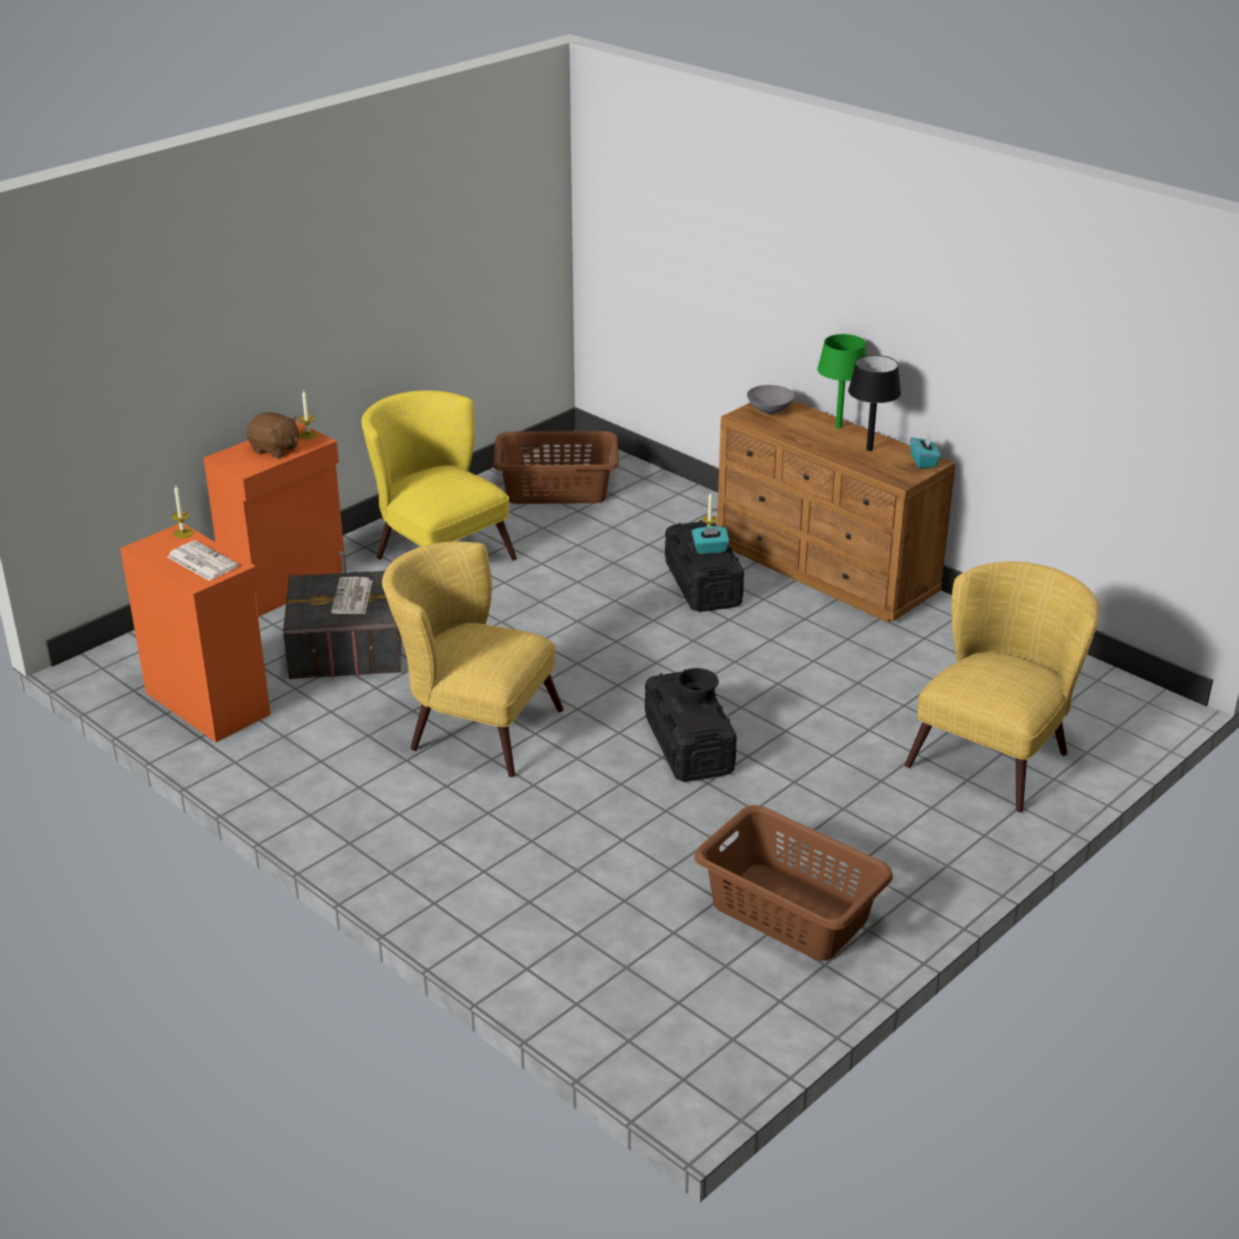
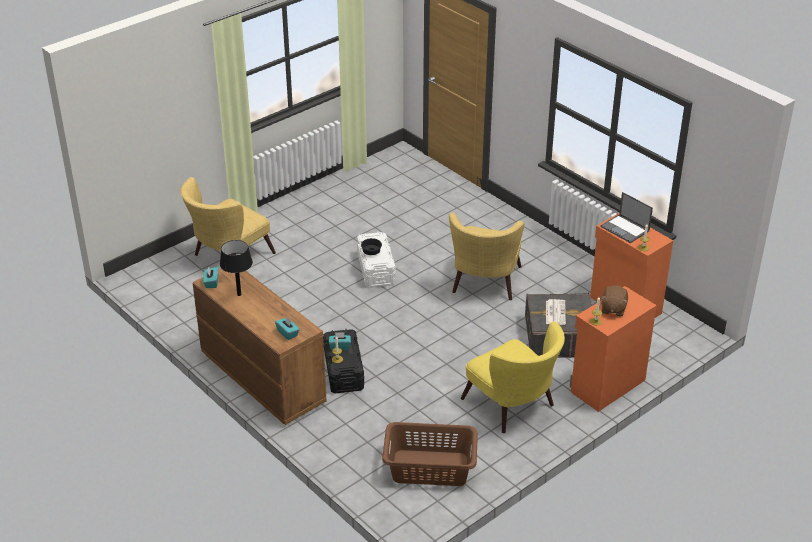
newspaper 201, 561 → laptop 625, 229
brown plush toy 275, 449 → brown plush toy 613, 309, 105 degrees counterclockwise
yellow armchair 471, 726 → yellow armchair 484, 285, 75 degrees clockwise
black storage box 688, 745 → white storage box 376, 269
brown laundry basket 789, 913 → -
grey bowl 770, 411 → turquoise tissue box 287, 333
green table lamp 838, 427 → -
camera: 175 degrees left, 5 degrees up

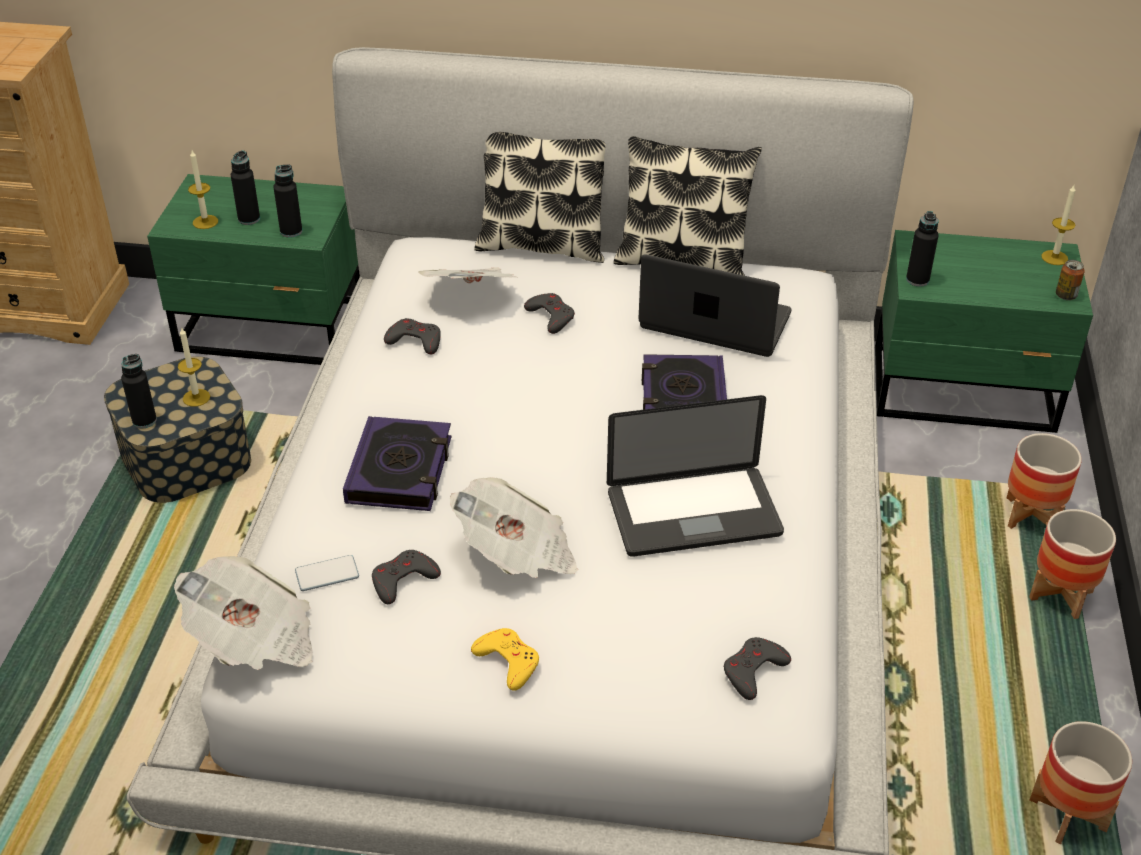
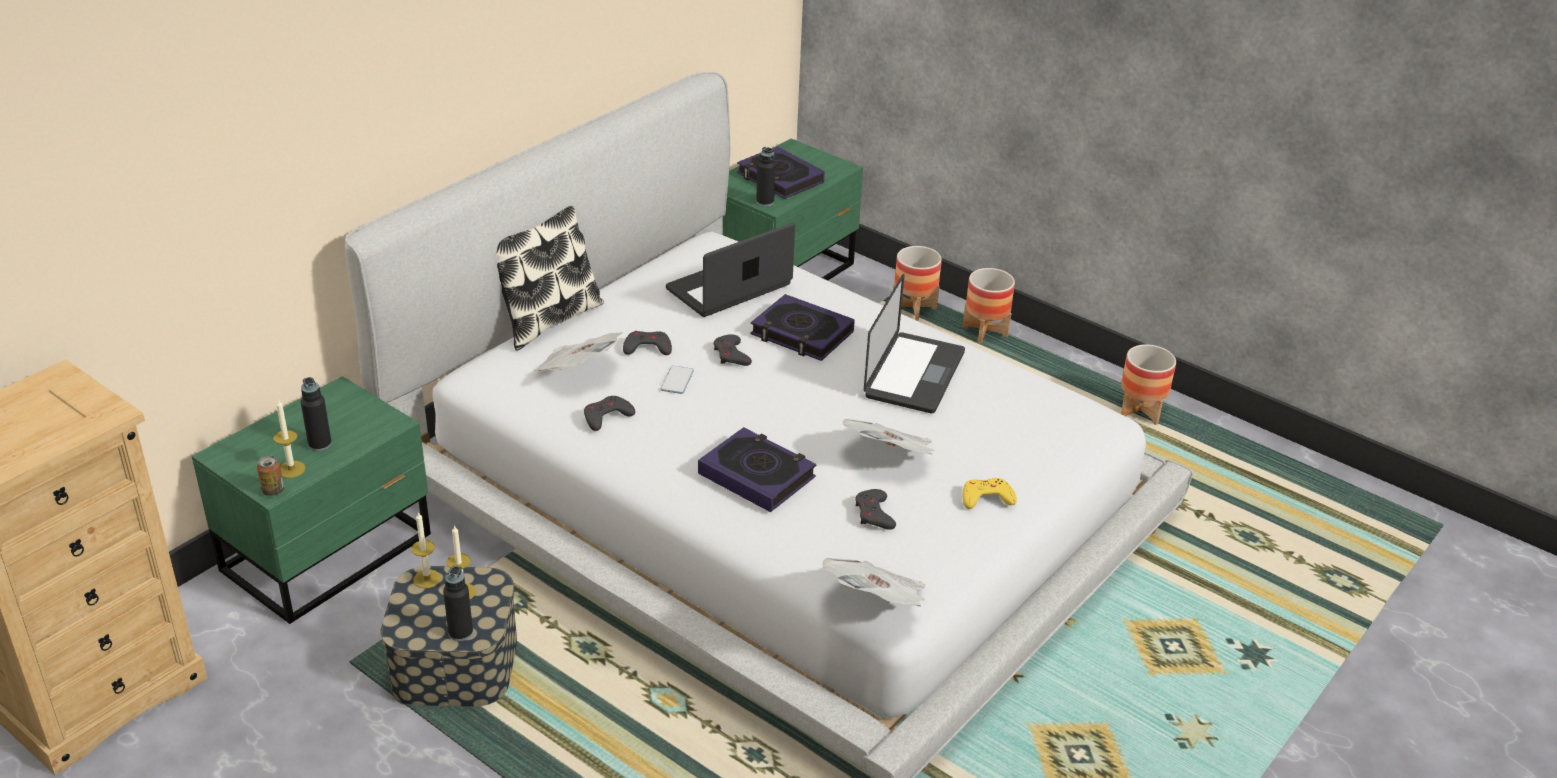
black bottle 291, 231 → -
phone 327, 574 → phone 677, 381, relocated
pillow 682, 261 → -
grey game controller 753, 671 → grey game controller 731, 355, relocated
candle 1054, 257 → candle 427, 579, relocated
can 1066, 295 → can 273, 490, relocated
- → book 780, 178
camera: 60 degrees left, 5 degrees down

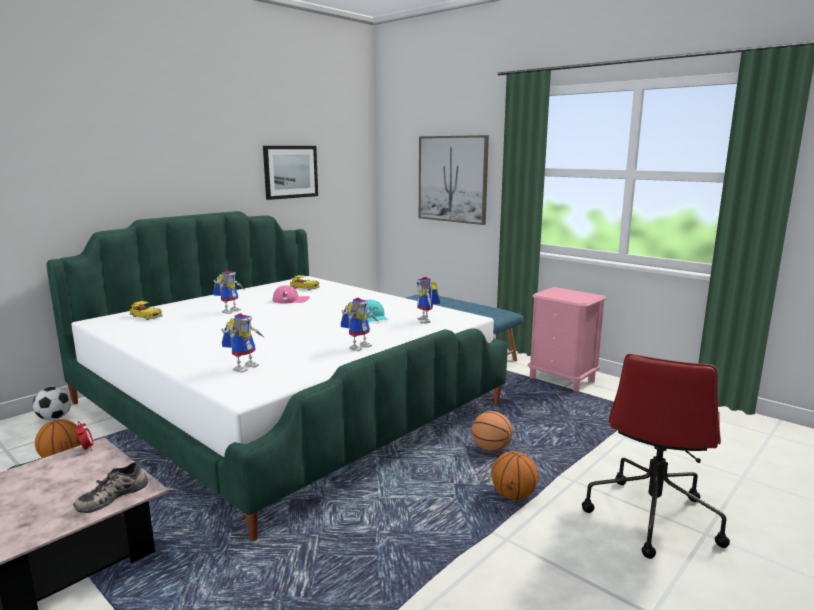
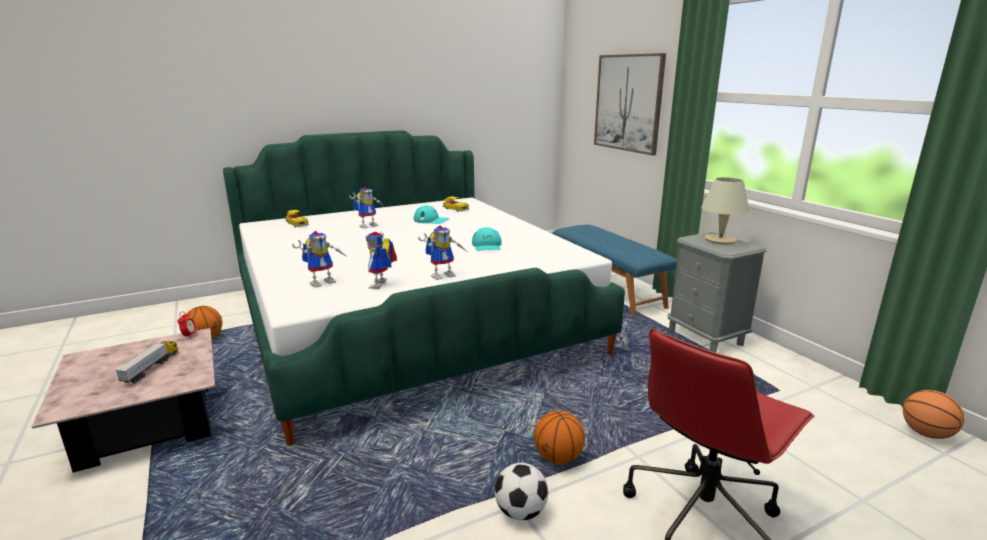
football 54, 418 → football 521, 512, relocated
shoe 112, 495 → -
picture 290, 172 → -
pink cap 291, 300 → turquoise cap 431, 220
toy robot 427, 321 → toy robot 381, 285, relocated
basketball 491, 449 → basketball 926, 434, relocated
pink nightstand 562, 379 → grey nightstand 705, 337
- → toy truck 151, 368
- → beige table lamp 720, 240
camera: 20 degrees right, 5 degrees up

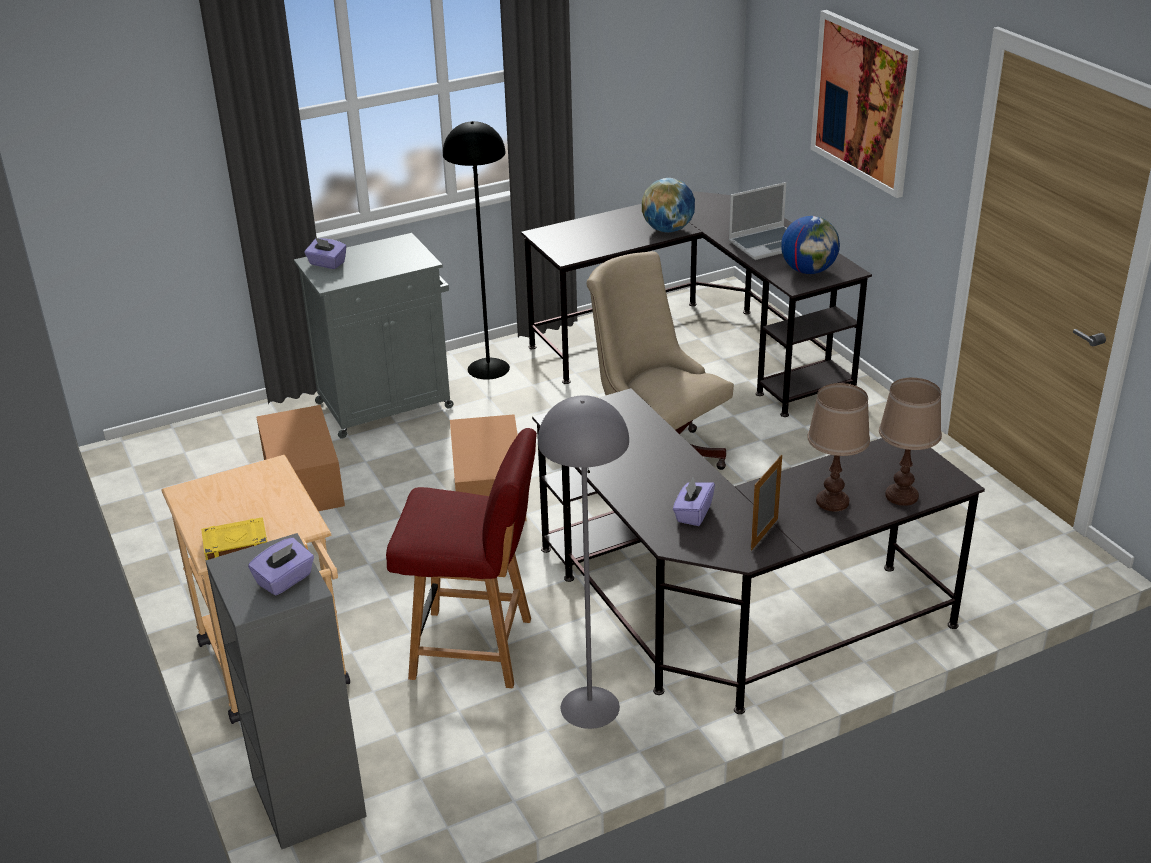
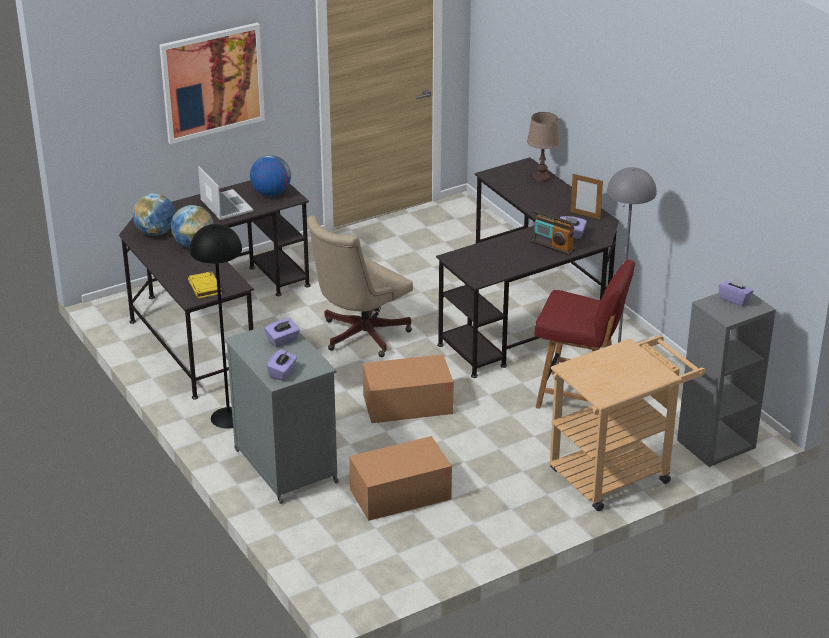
yellow book 235, 544 → yellow book 205, 288, relocated
red chair 475, 649 → red chair 578, 396, 105 degrees clockwise
brown table lamp 832, 501 → -
- → globe 156, 233
- → purple tissue box 282, 340
- → radio 553, 246
camera: 95 degrees left, 0 degrees up

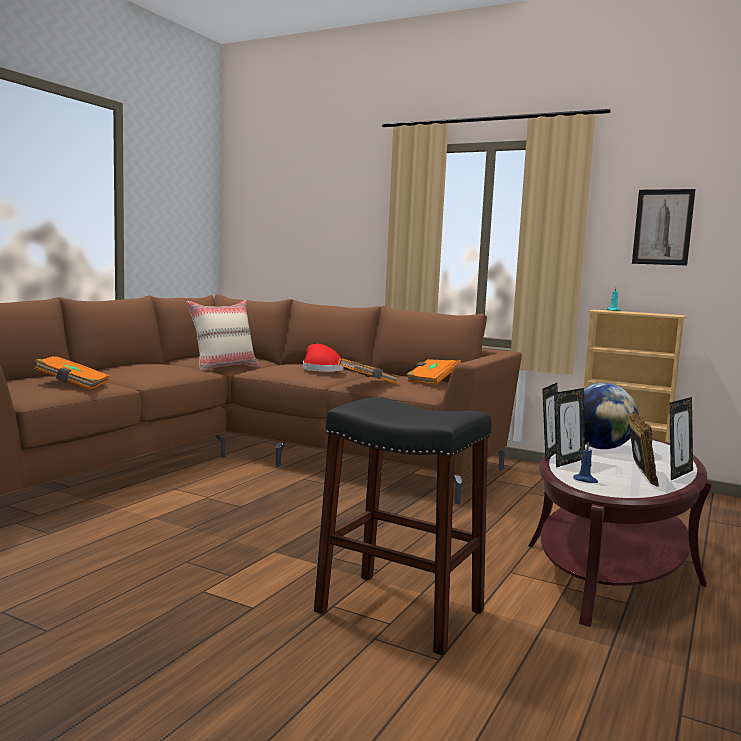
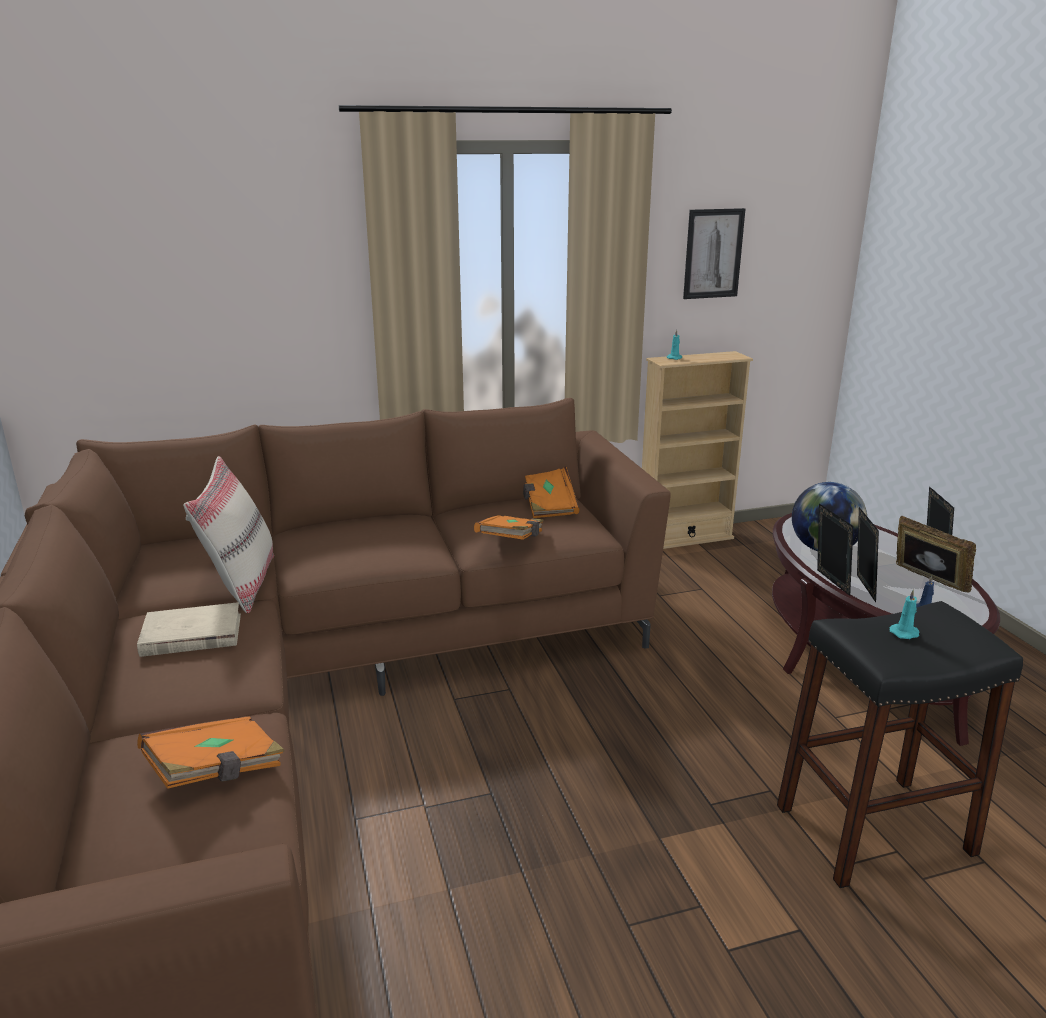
red hat 320, 369 → -
- → beige book 191, 635
- → turquoise candle 905, 633
camera: 45 degrees left, 15 degrees up

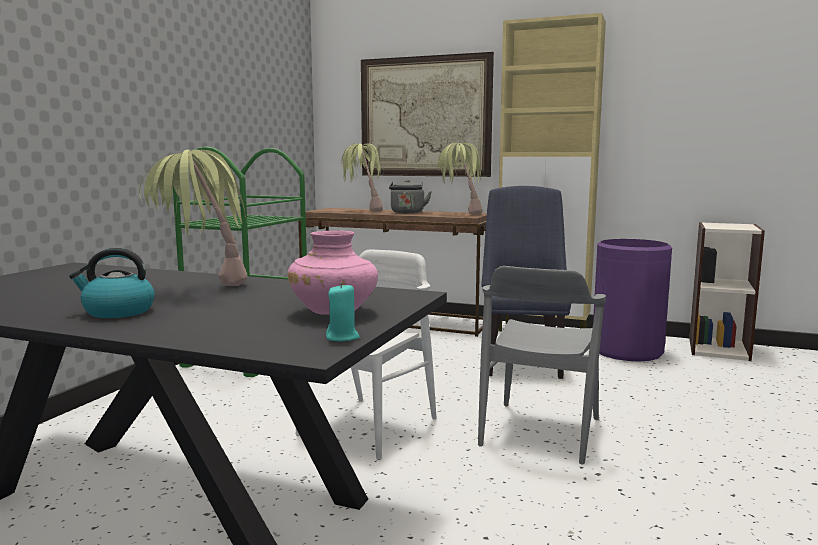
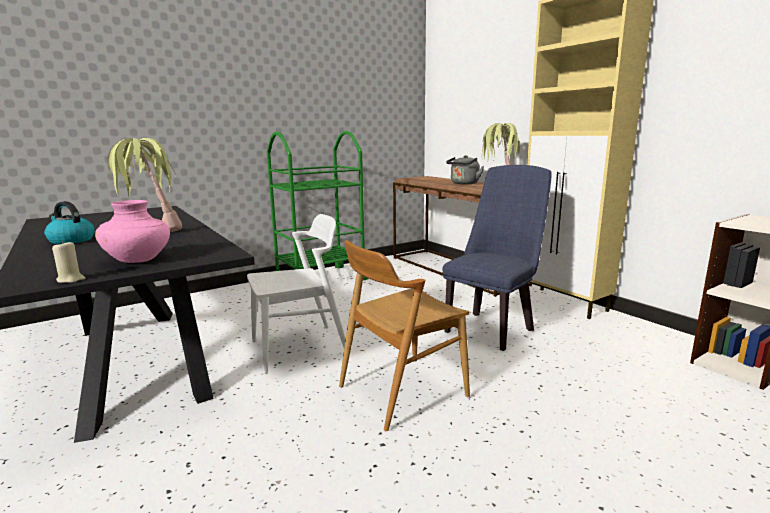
turquoise candle 342, 337 → beige candle 71, 279
potted plant 362, 211 → -
picture 424, 117 → -
grey chair 539, 432 → brown chair 401, 391
purple trash can 627, 351 → -
camera: 35 degrees right, 5 degrees up

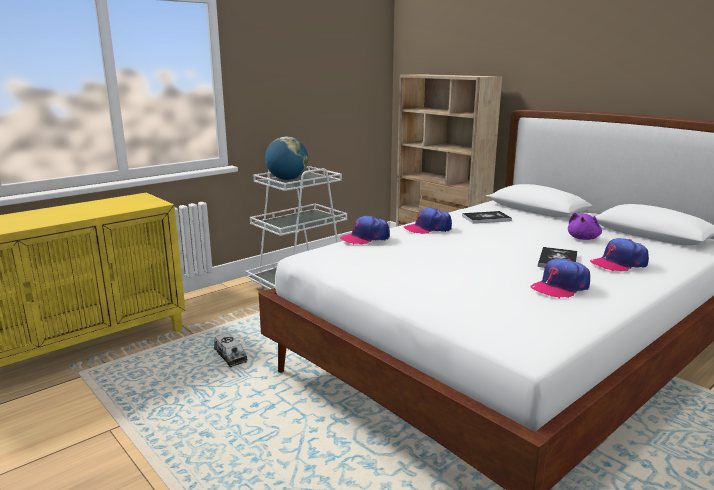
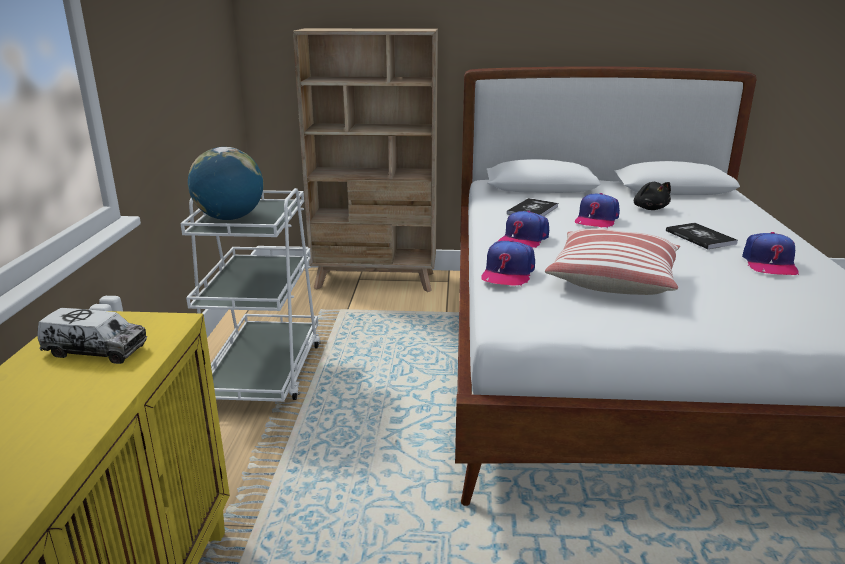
toy truck 230, 357 → toy truck 96, 350, relocated
purple plush toy 583, 238 → black plush toy 650, 208
cap 619, 263 → cap 596, 219, relocated
- → pillow 612, 279
camera: 45 degrees left, 5 degrees up

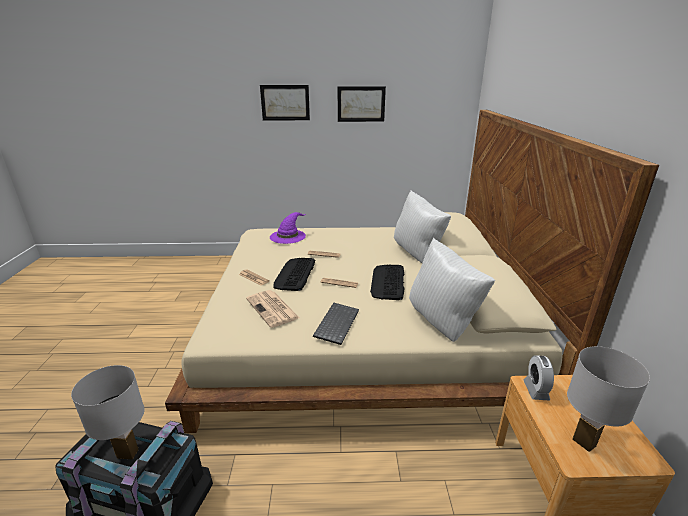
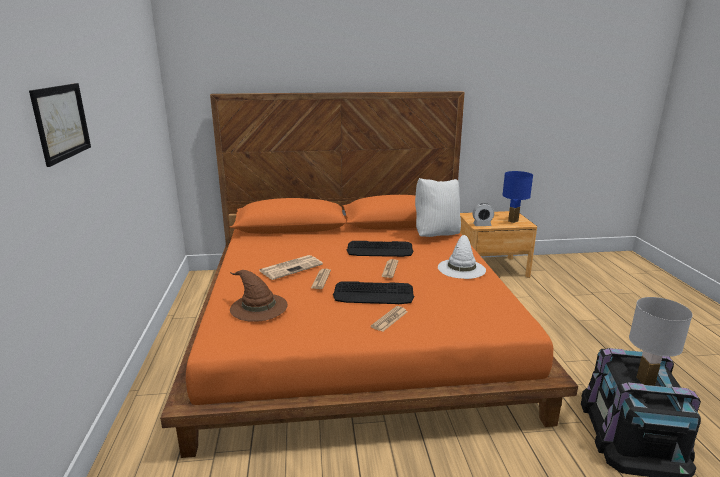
beige bed 361, 329 → orange bed 355, 329
newspaper 273, 309 → newspaper 291, 267, relocated
purple hat 288, 236 → brown hat 258, 307
keyboard 336, 323 → white hat 461, 268
picture 361, 104 → -
white pillow 417, 253 → -
white table lamp 583, 442 → blue table lamp 513, 221
camera: 95 degrees left, 5 degrees down

